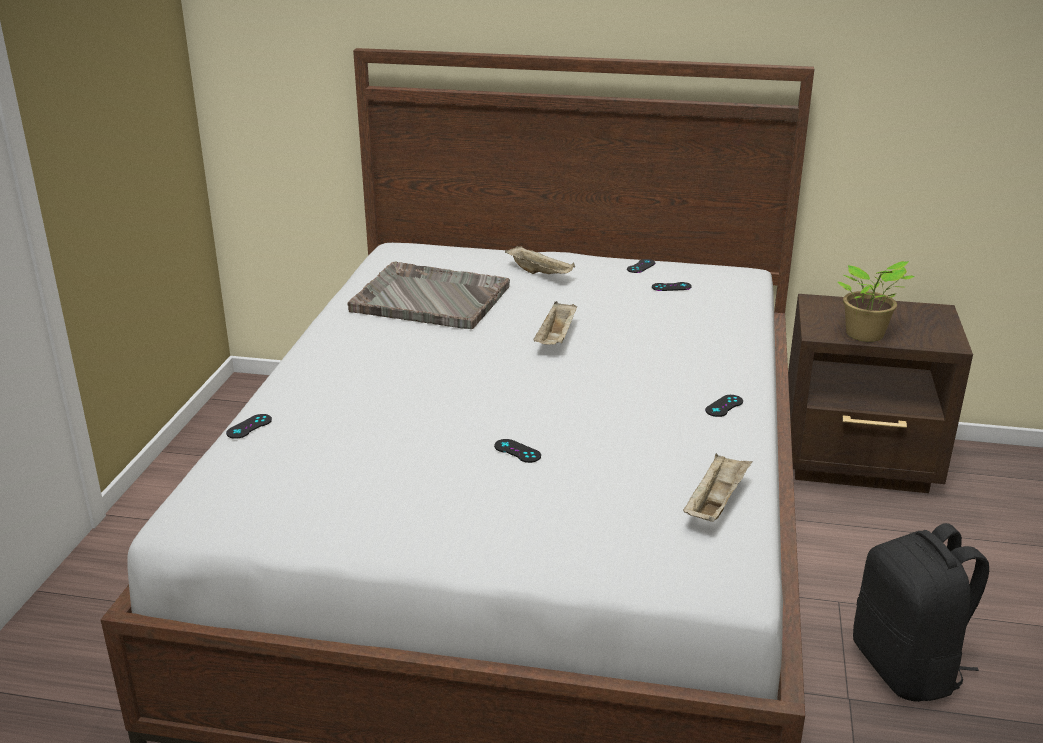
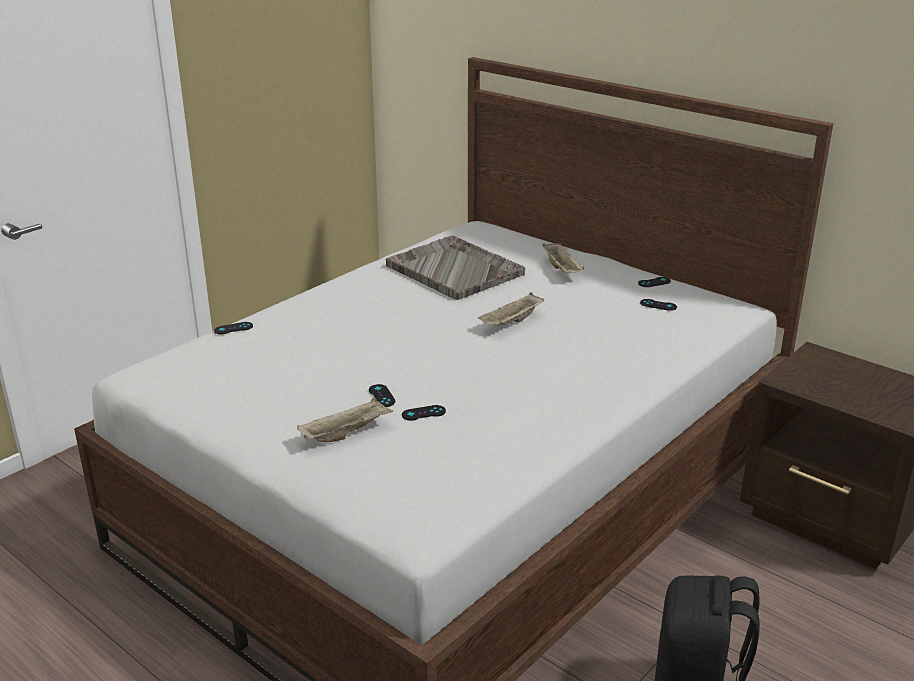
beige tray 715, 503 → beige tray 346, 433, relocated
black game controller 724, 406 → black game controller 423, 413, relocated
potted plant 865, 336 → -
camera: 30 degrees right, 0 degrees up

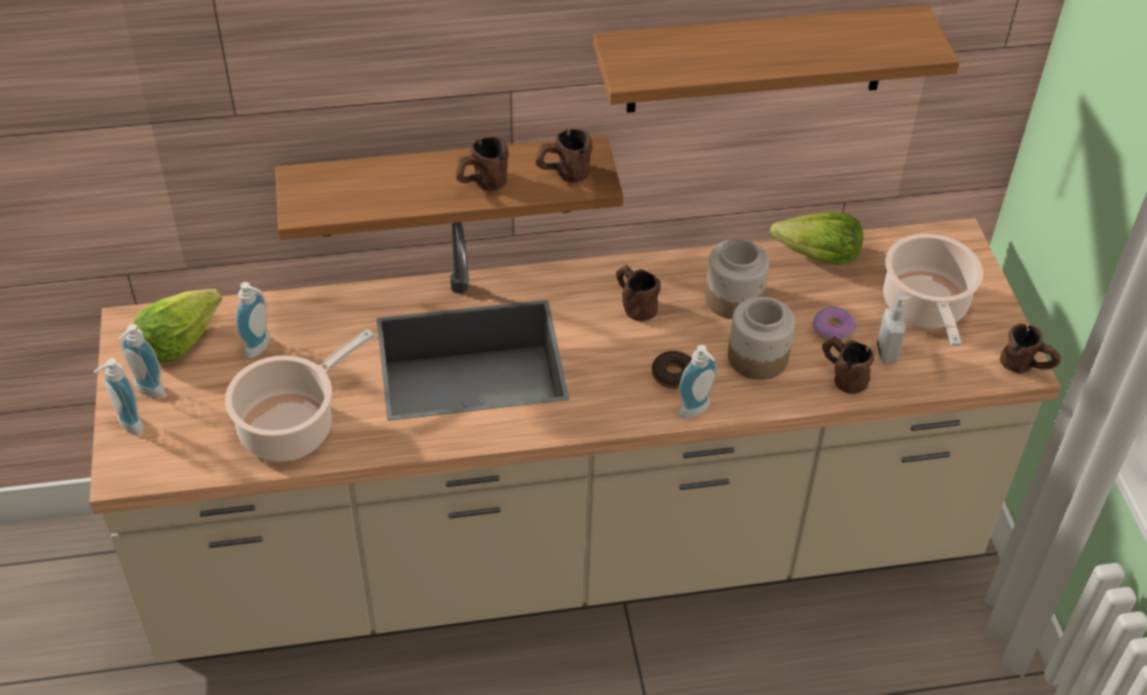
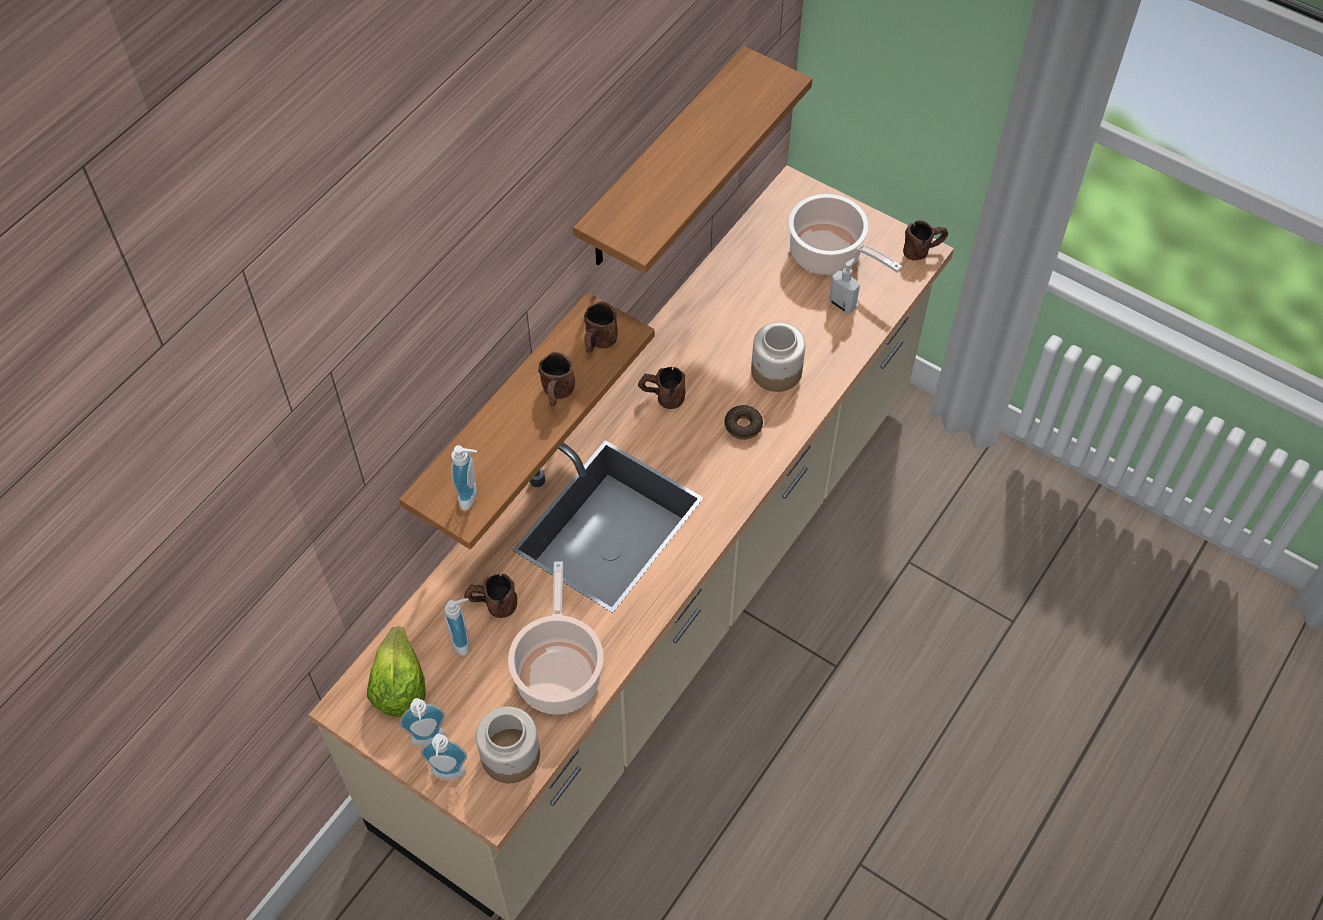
soap dispenser 697, 411 → soap dispenser 471, 496, relocated
jar 734, 298 → jar 511, 755, relocated
lettuce 817, 256 → -
donut 832, 329 → -
brown mug 841, 376 → brown mug 492, 605, relocated
camera: 45 degrees left, 10 degrees up

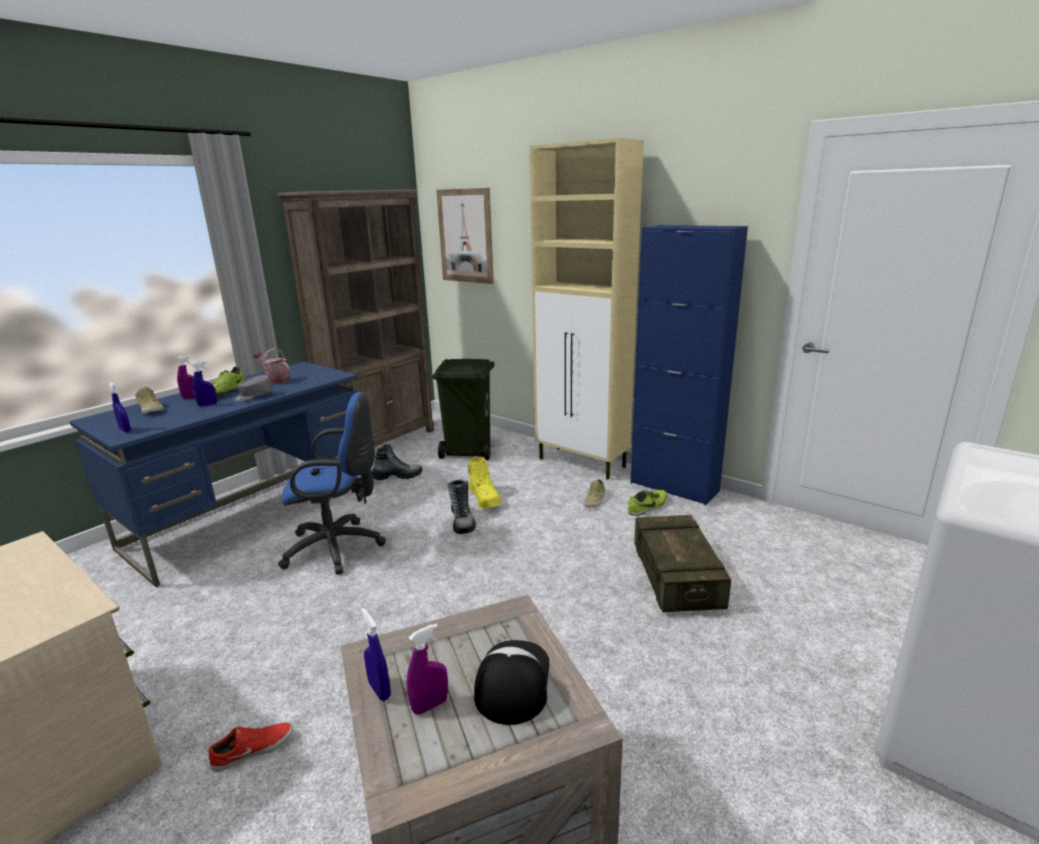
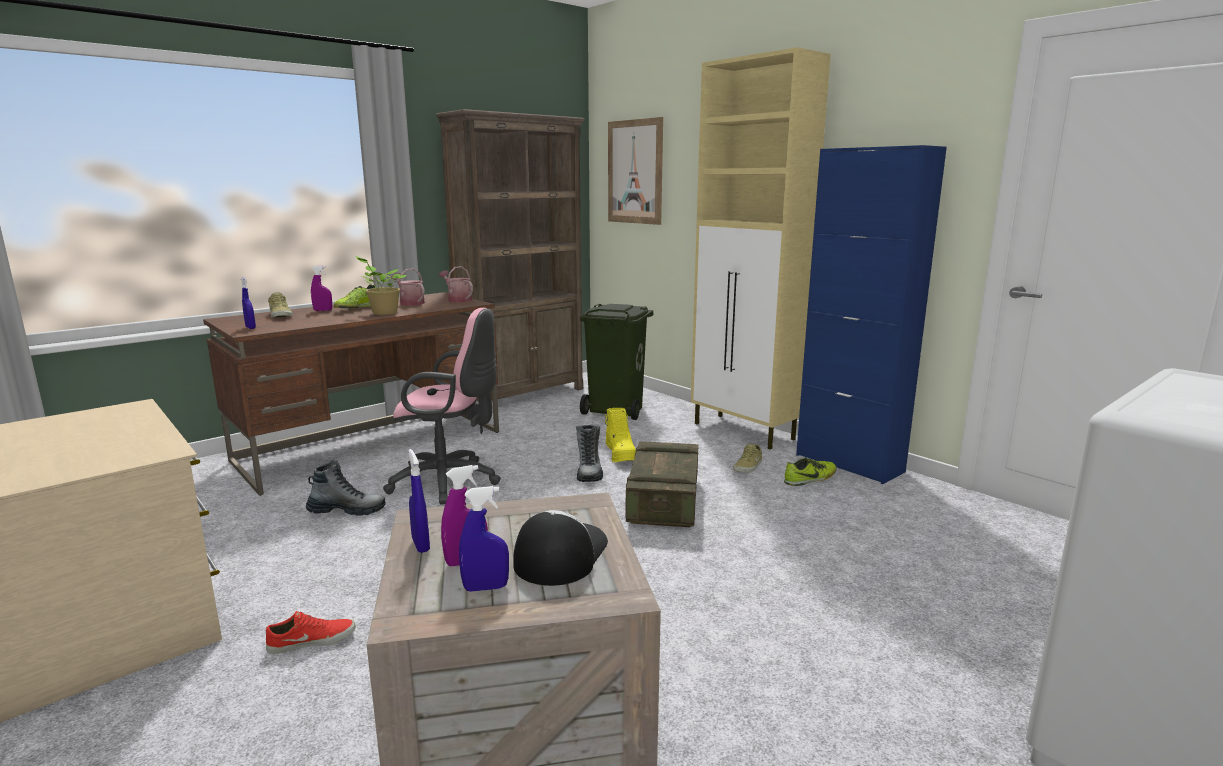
blue desk 254, 515 → brown desk 372, 446
blue spray bottle 207, 405 → blue spray bottle 485, 588, relocated
grey cap 253, 396 → potted plant 383, 312
blue office chair 339, 547 → pink office chair 450, 482
boot 397, 476 → boot 347, 511, relocated
crate 676, 578 → crate 663, 501, relocated
- → watering can 457, 300
camera: 10 degrees right, 5 degrees down

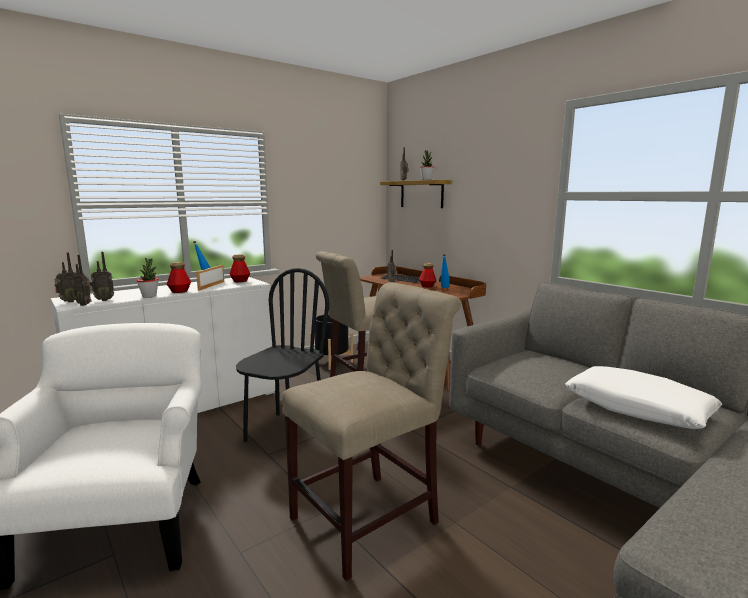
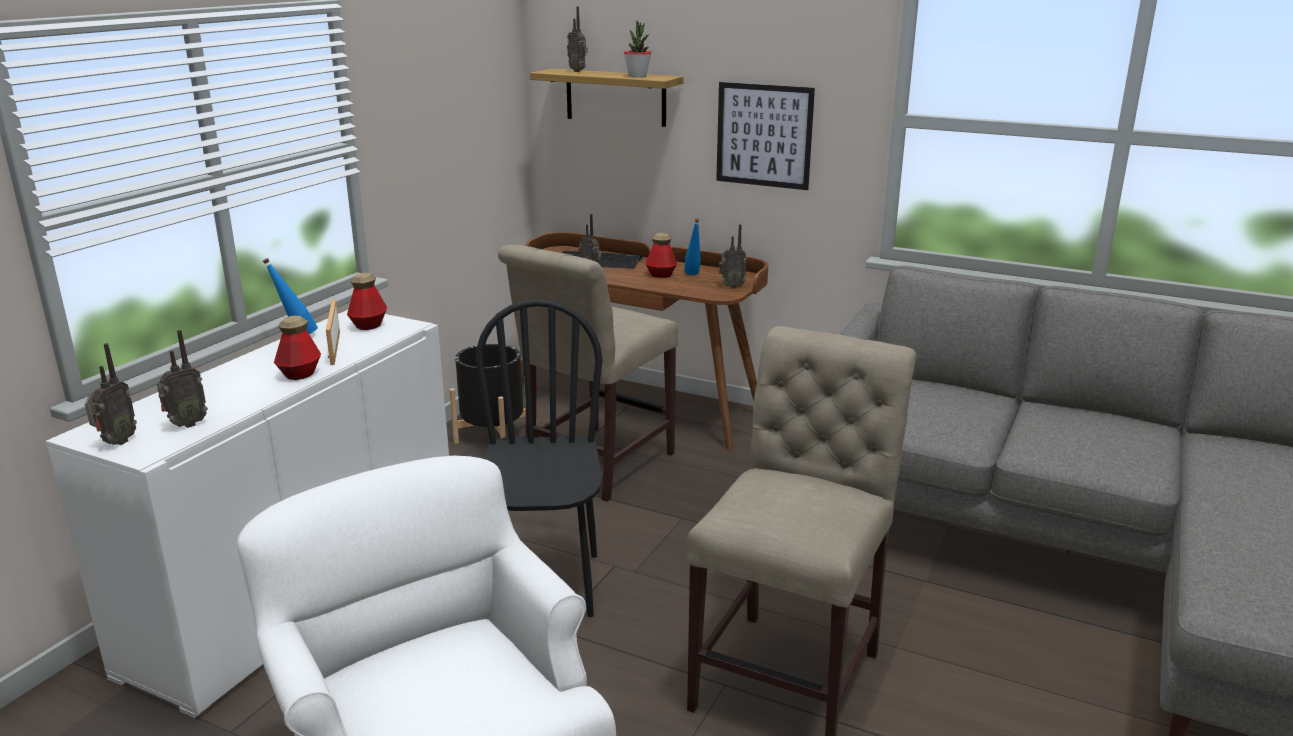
radio 85, 304 → radio 731, 286, relocated
potted plant 149, 296 → -
white pillow 638, 408 → -
- → picture 764, 135
camera: 25 degrees left, 10 degrees up

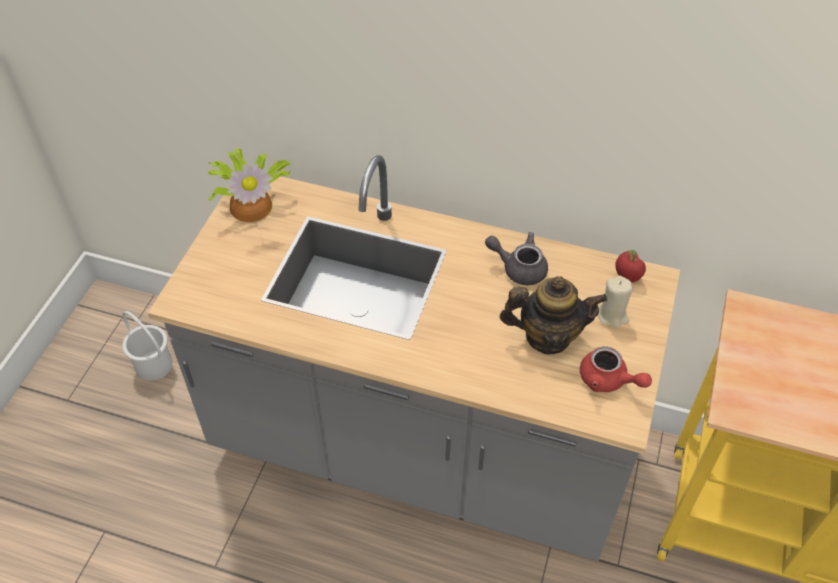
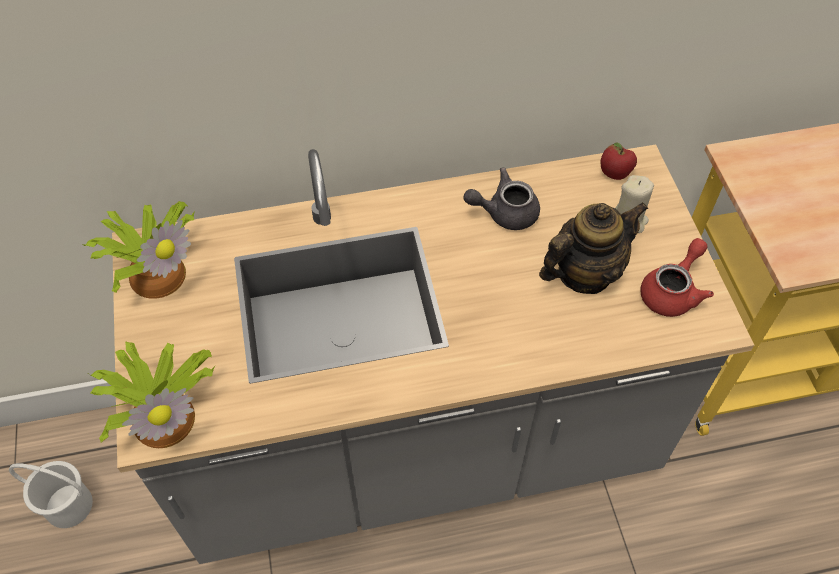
red teapot 608, 380 → red teapot 672, 291, 60 degrees counterclockwise
- → potted plant 164, 415
camera: 30 degrees left, 5 degrees up

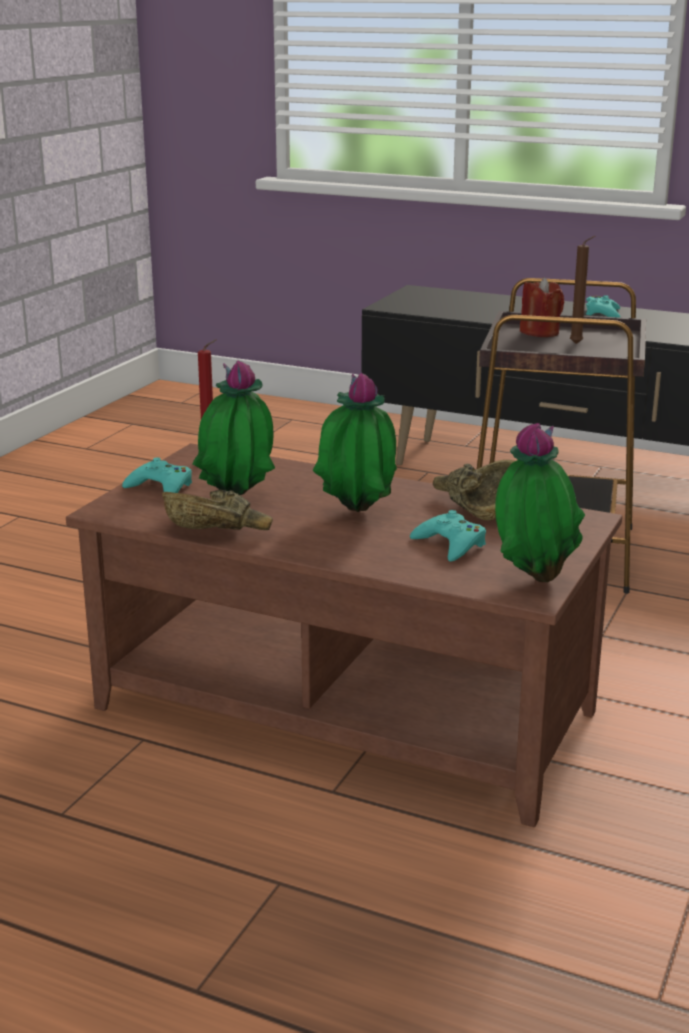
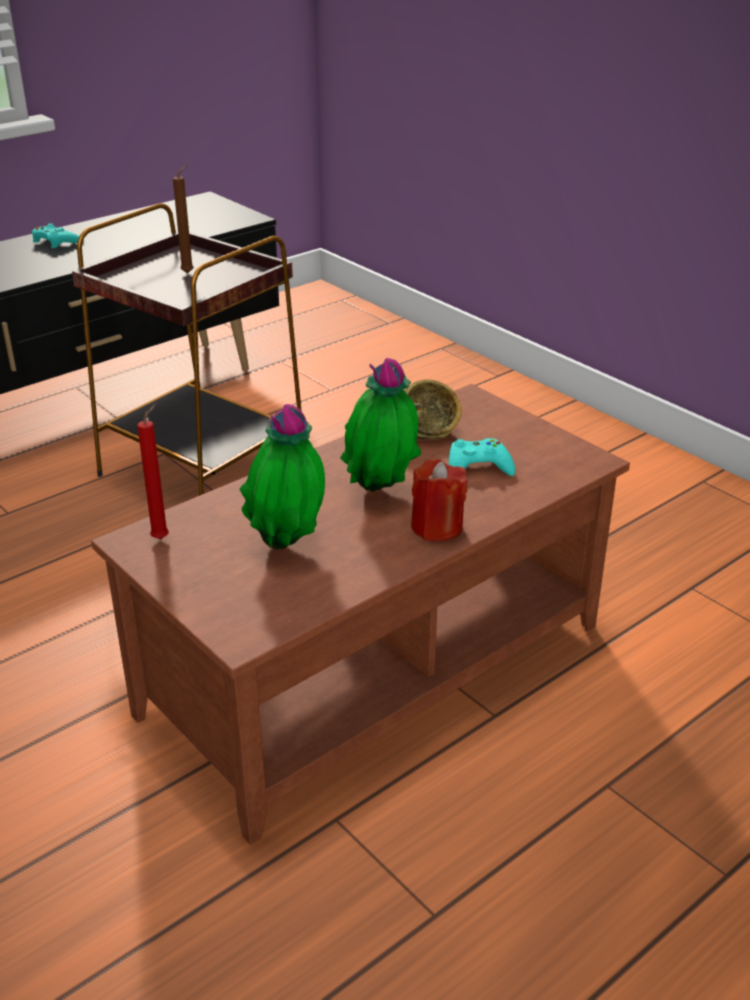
turquoise game controller 161, 487 → -
brown bowl 218, 531 → -
potted plant 532, 579 → -
red candle 540, 332 → red candle 437, 527, relocated
camera: 65 degrees left, 10 degrees up

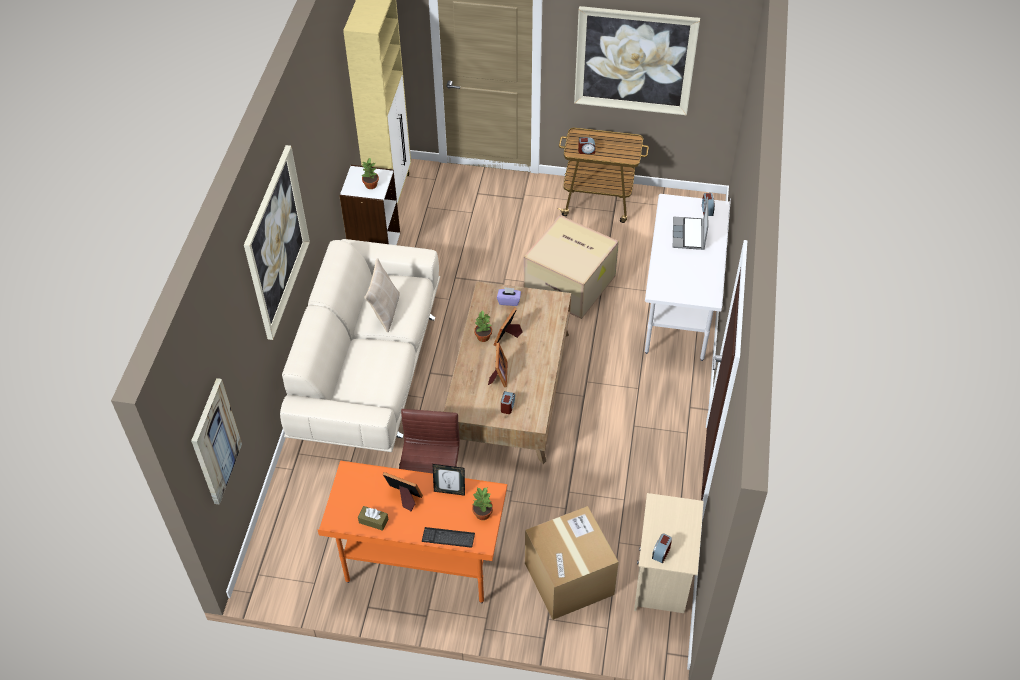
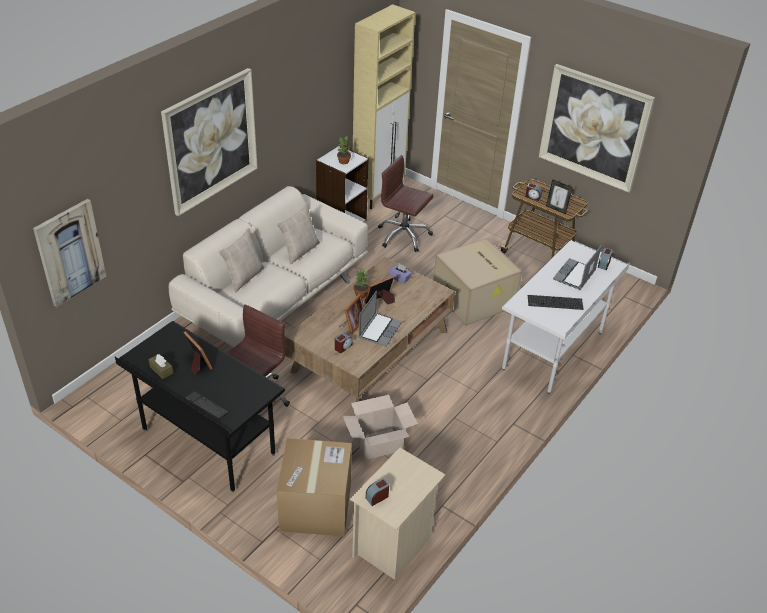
orange desk 421, 564 → black desk 208, 443
picture frame 449, 491 → picture frame 556, 209, relocated
potted plant 483, 513 → -
- → beige pillow 244, 277
- → cardboard box 378, 444
- → laptop 379, 330
- → brown office chair 403, 236
- → keyboard 555, 303
camera: 25 degrees right, 10 degrees down

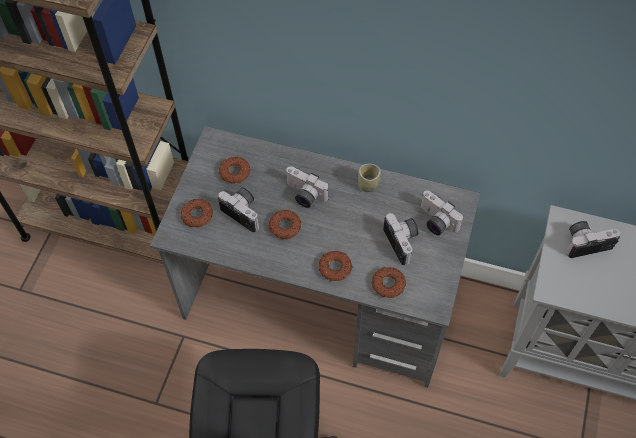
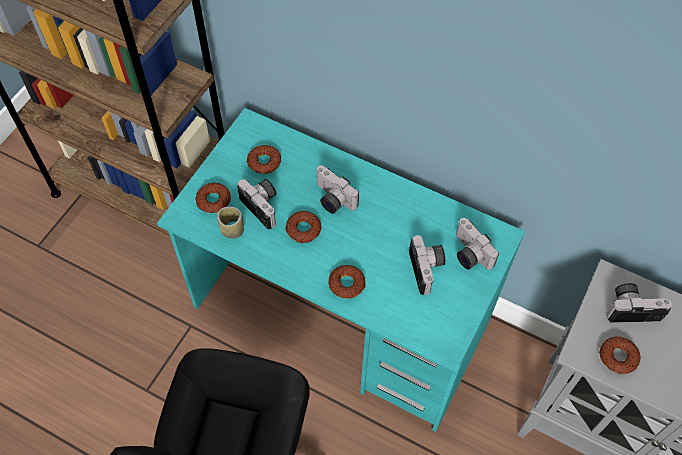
grey desk 319, 301 → turquoise desk 340, 316
cup 368, 185 → cup 232, 230, relocated
donut 388, 284 → donut 618, 357, relocated
camera: 10 degrees right, 0 degrees up

